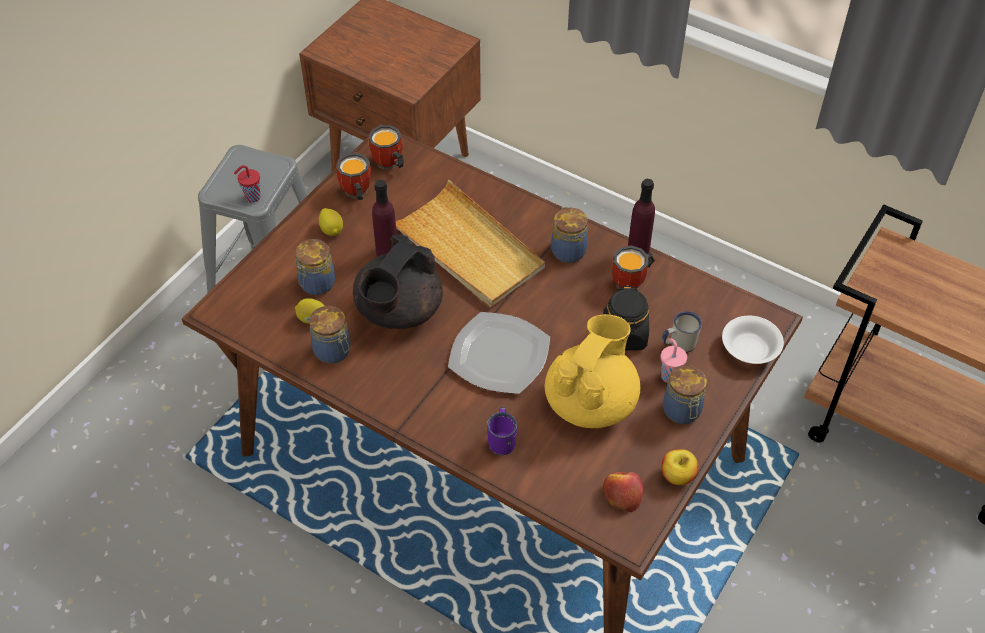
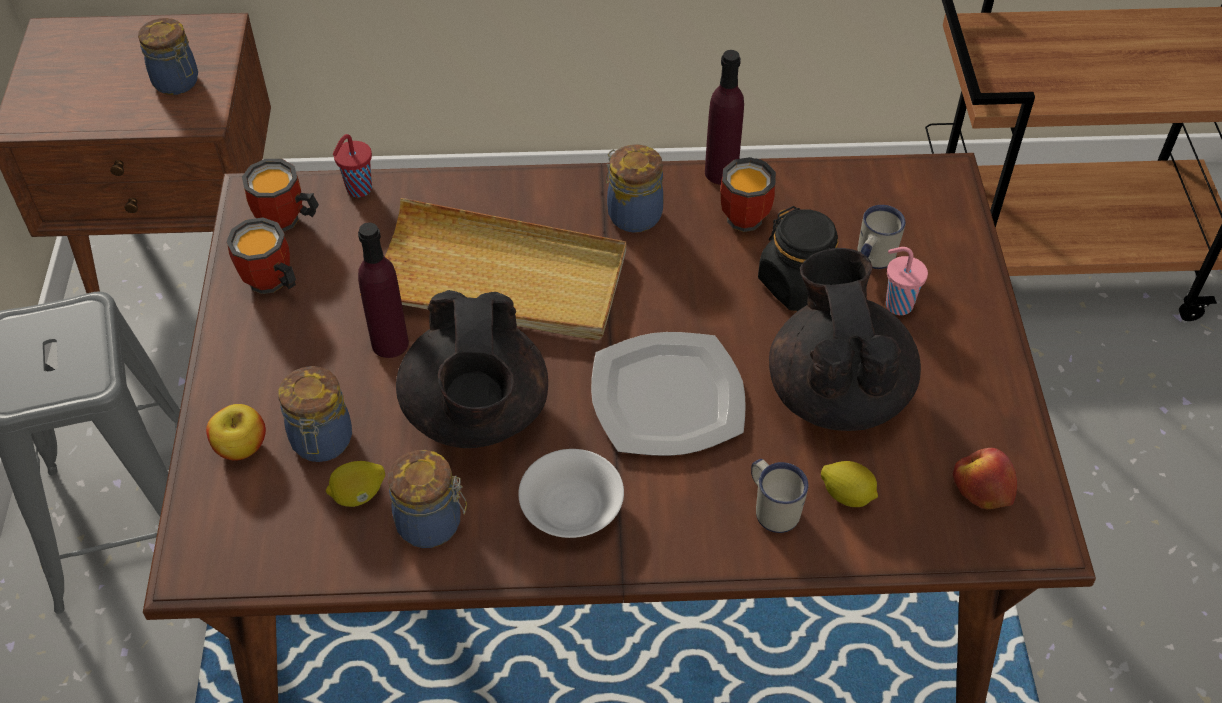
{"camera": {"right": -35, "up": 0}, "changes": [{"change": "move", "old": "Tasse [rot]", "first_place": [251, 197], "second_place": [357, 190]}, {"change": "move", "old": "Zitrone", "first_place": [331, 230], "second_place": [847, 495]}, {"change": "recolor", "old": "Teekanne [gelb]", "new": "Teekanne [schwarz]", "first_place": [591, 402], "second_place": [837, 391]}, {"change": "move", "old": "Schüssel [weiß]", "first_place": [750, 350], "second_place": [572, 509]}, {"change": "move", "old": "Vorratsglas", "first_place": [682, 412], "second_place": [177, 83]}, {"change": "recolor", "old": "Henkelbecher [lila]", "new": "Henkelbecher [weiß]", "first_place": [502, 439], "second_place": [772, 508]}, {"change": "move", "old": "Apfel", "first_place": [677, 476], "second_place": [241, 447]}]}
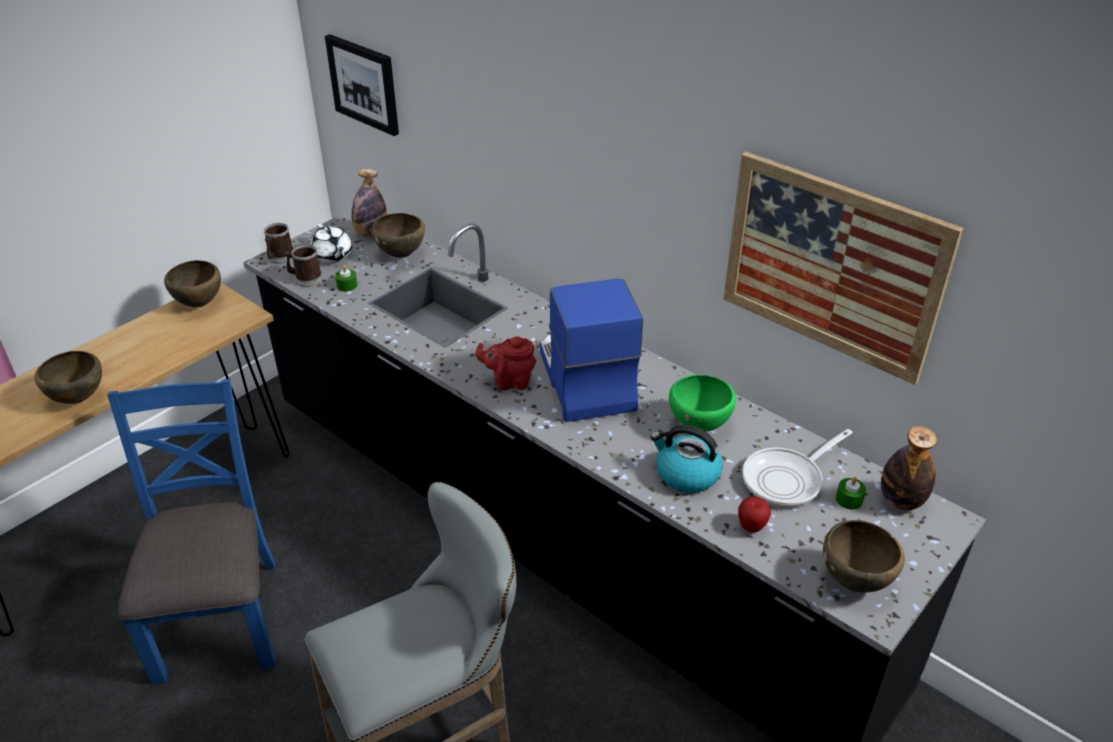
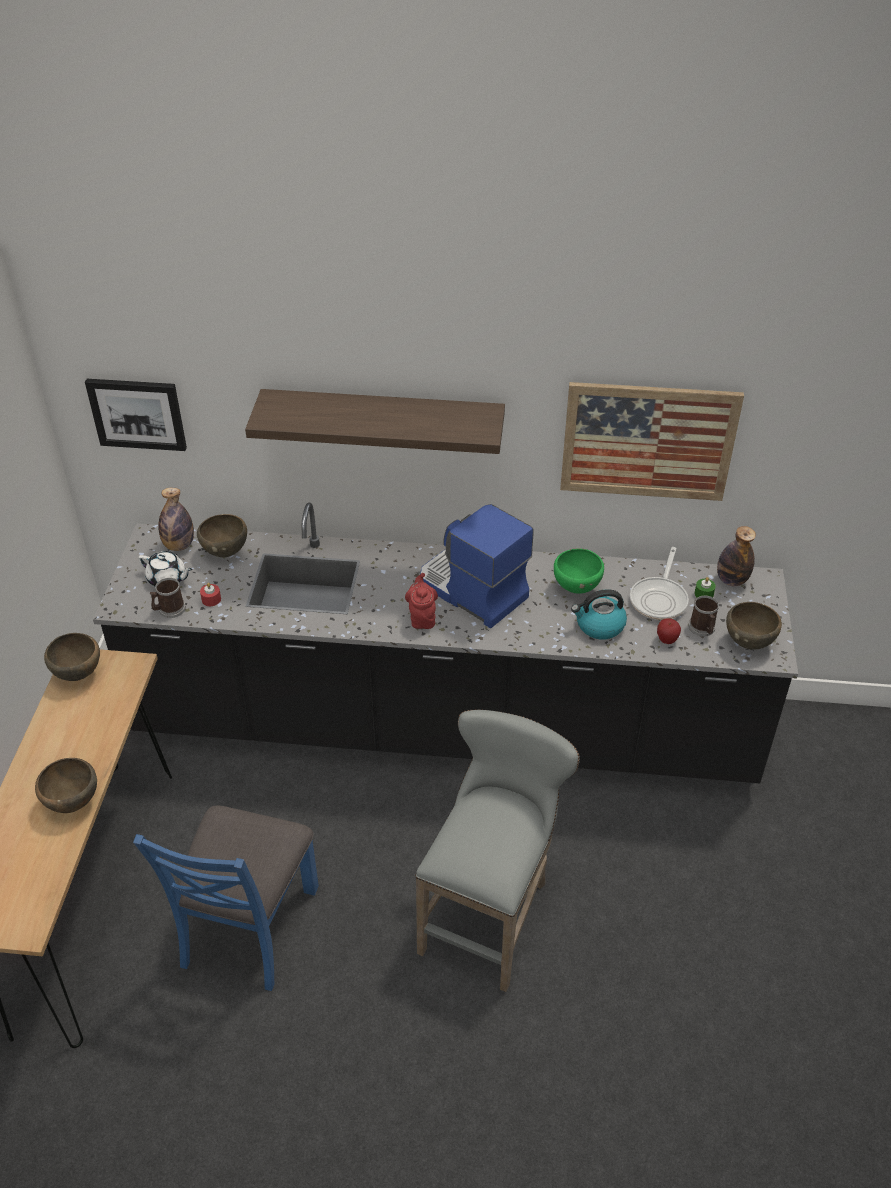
{"camera": {"right": -35, "up": 5}, "changes": [{"change": "move", "old": "Henkelbecher", "first_place": [280, 258], "second_place": [703, 629]}, {"change": "recolor", "old": "Kerze [grün]", "new": "Kerze [rot]", "first_place": [347, 285], "second_place": [211, 599]}, {"change": "rotate", "old": "Teekanne [rot]", "first_place": [509, 381], "second_place": [422, 617], "degrees": 120}, {"change": "rotate", "old": "Stuhl [blau]", "first_place": [219, 617], "second_place": [248, 926], "degrees": -120}, {"change": "insert", "new": "Wandregal", "second_place": [382, 419]}]}
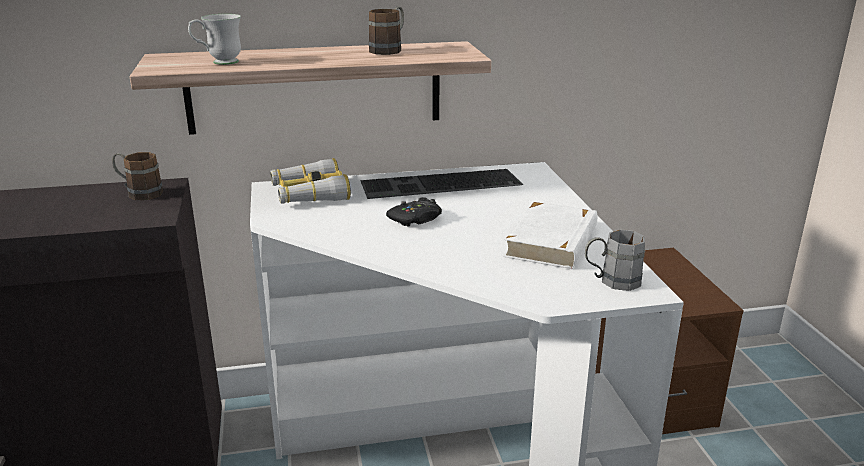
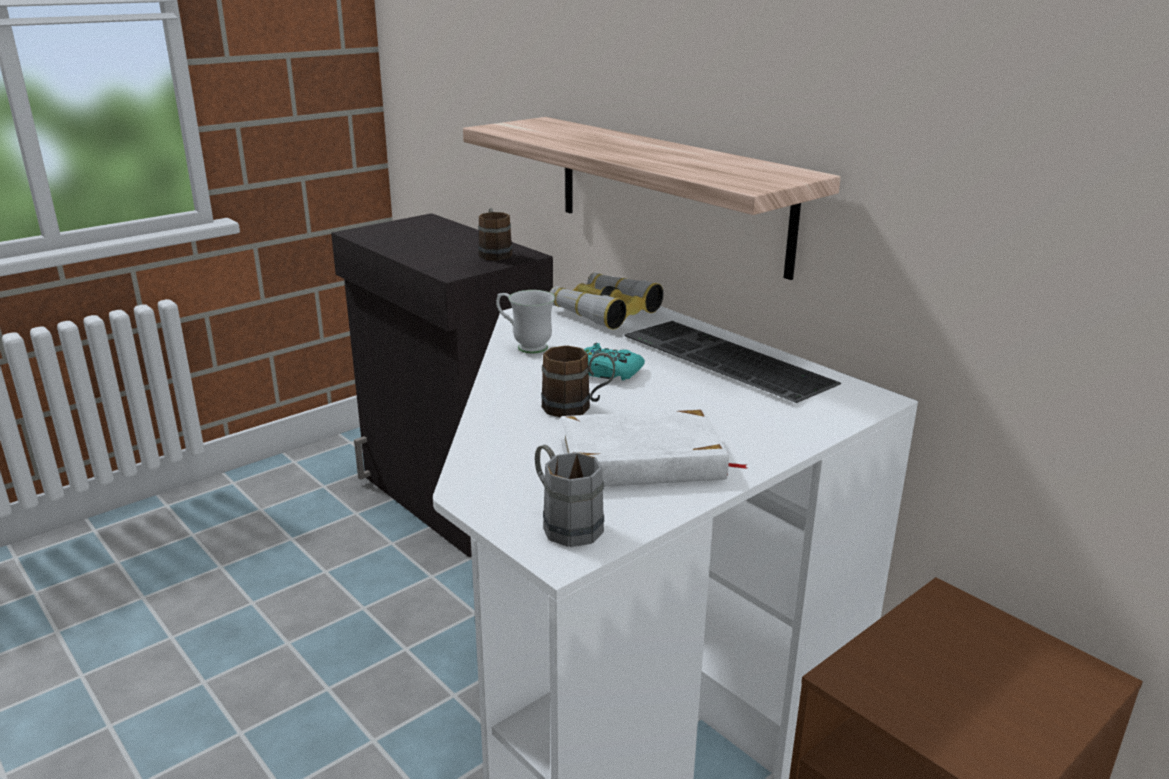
{"camera": {"right": 60, "up": 0}, "changes": [{"change": "move", "old": "Henkelbecher [braun]", "first_place": [389, 50], "second_place": [577, 407]}, {"change": "move", "old": "Henkelbecher [weiß]", "first_place": [219, 63], "second_place": [525, 346]}, {"change": "recolor", "old": "Gamepad [schwarz]", "new": "Gamepad [türkis]", "first_place": [416, 219], "second_place": [607, 372]}]}
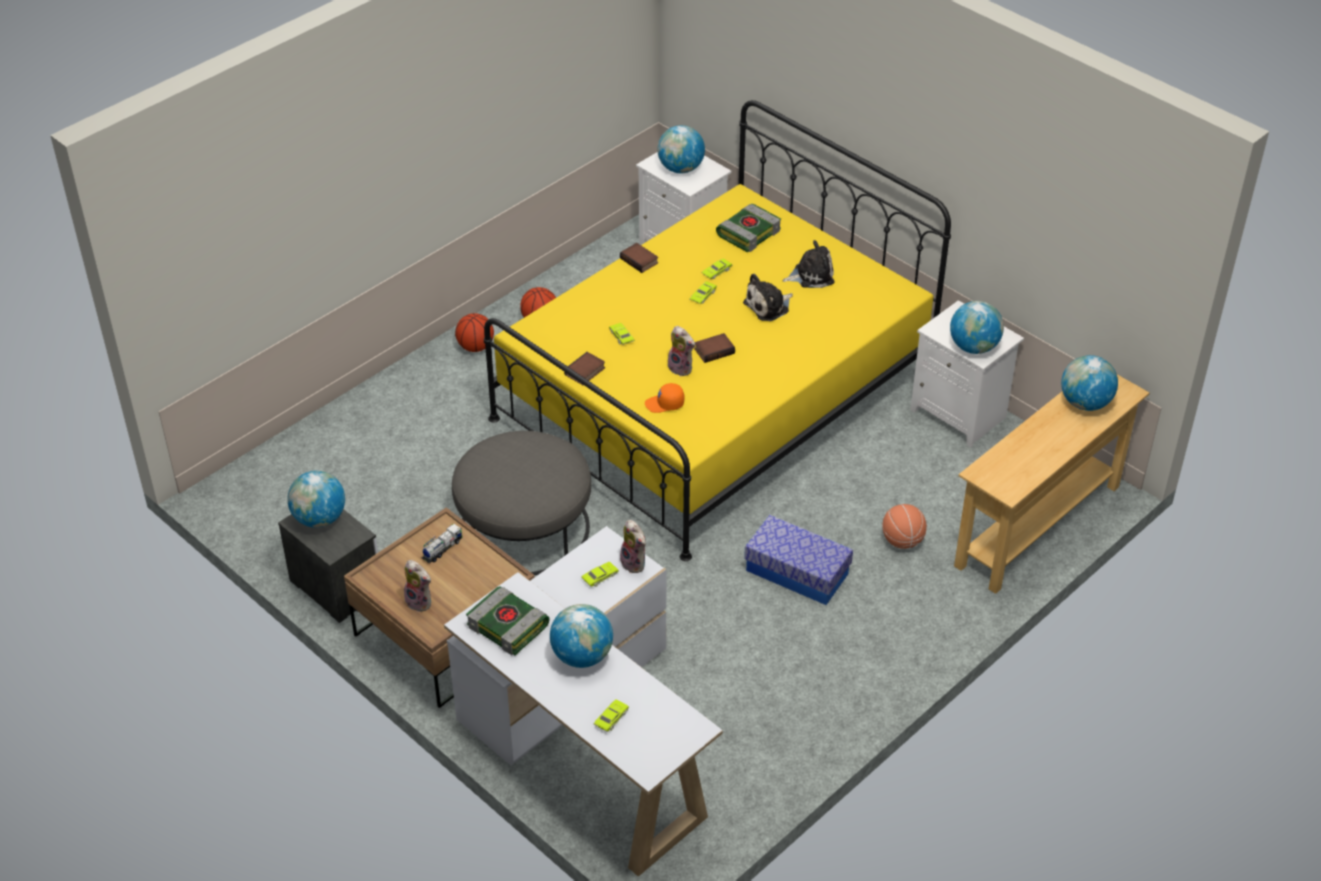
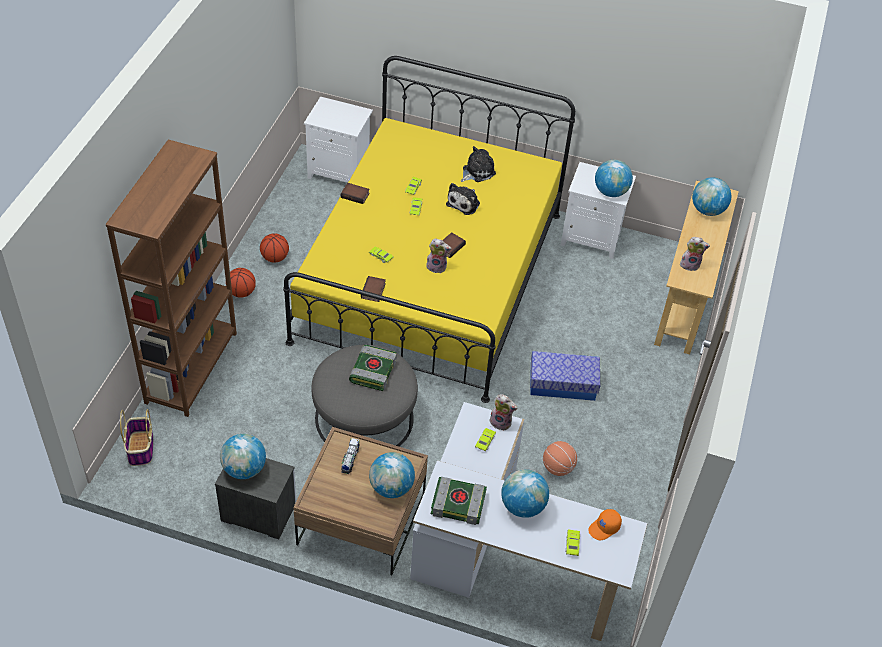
{"camera": {"right": -30, "up": 5}, "changes": [{"change": "move", "old": "Globus", "first_place": [680, 168], "second_place": [391, 488]}, {"change": "move", "old": "Buch", "first_place": [748, 232], "second_place": [372, 371]}, {"change": "move", "old": "Kappe [orange]", "first_place": [665, 404], "second_place": [604, 528]}, {"change": "move", "old": "Basketball", "first_place": [902, 541], "second_place": [558, 468]}, {"change": "move", "old": "Plüschtier", "first_place": [420, 601], "second_place": [690, 264]}, {"change": "insert", "new": "Bücherregal [braun]", "second_place": [191, 367]}, {"change": "insert", "new": "Korb", "second_place": [141, 449]}]}
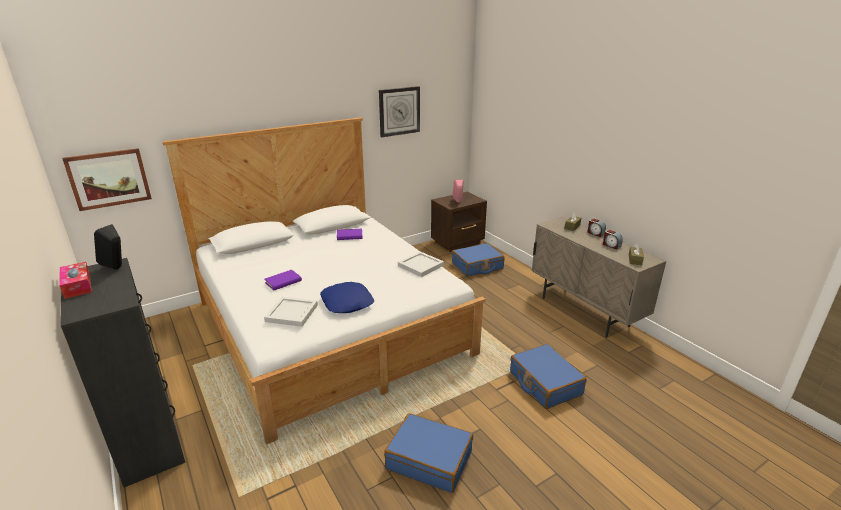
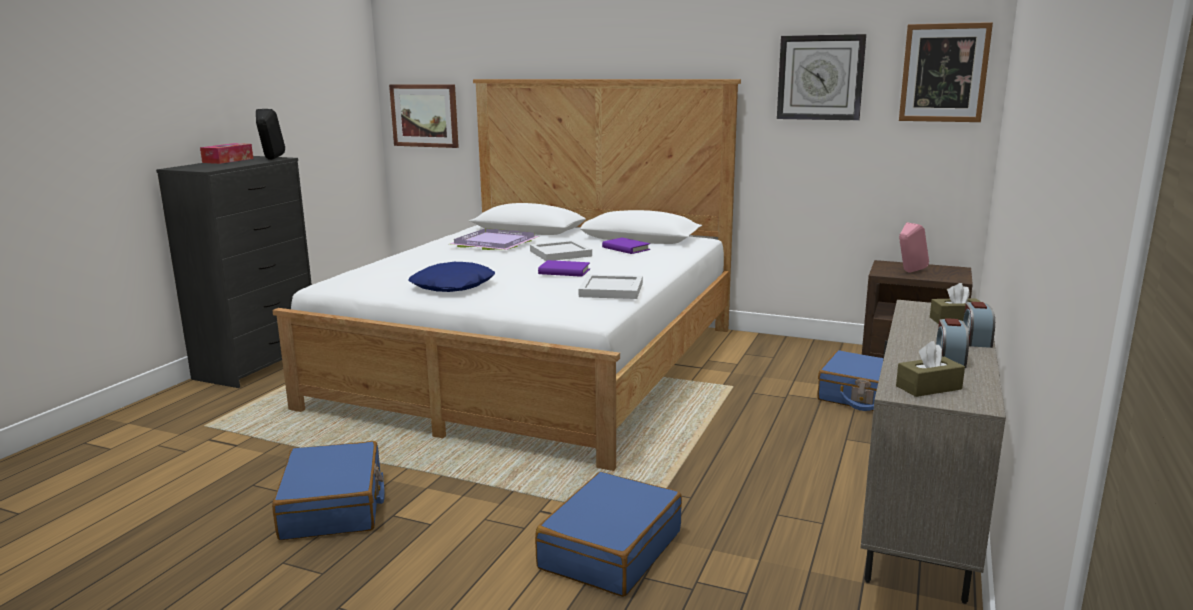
{"camera": {"right": 55, "up": -10}, "changes": [{"change": "move", "old": "Buch [lila]", "first_place": [283, 282], "second_place": [564, 272]}, {"change": "move", "old": "Tablett [weiß]", "first_place": [291, 313], "second_place": [561, 253]}, {"change": "insert", "new": "Bild", "second_place": [944, 73]}, {"change": "insert", "new": "Tablett [lila]", "second_place": [493, 243]}]}
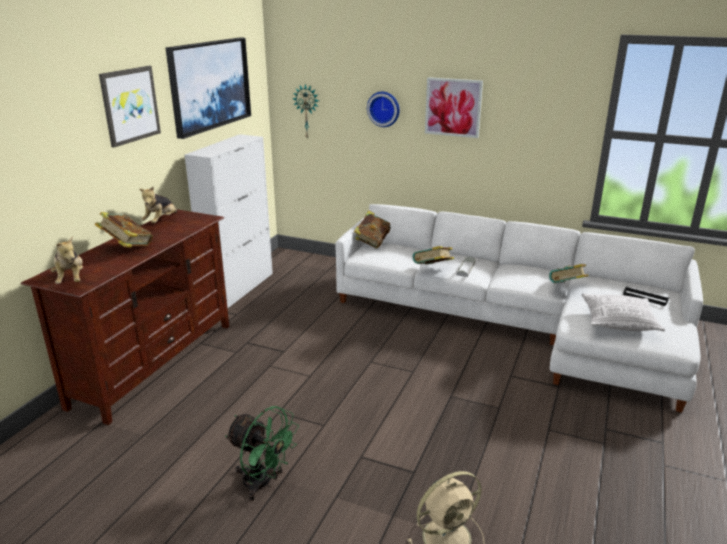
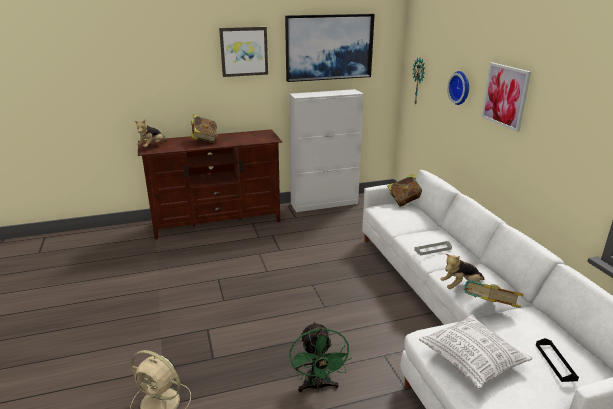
{"camera": {"right": 50, "up": 0}, "changes": [{"change": "move", "old": "Plüschtier", "first_place": [161, 221], "second_place": [460, 286]}, {"change": "delete", "old": "Buch", "first_place": [432, 270]}, {"change": "move", "old": "Ventilator [grün]", "first_place": [263, 483], "second_place": [317, 386]}]}
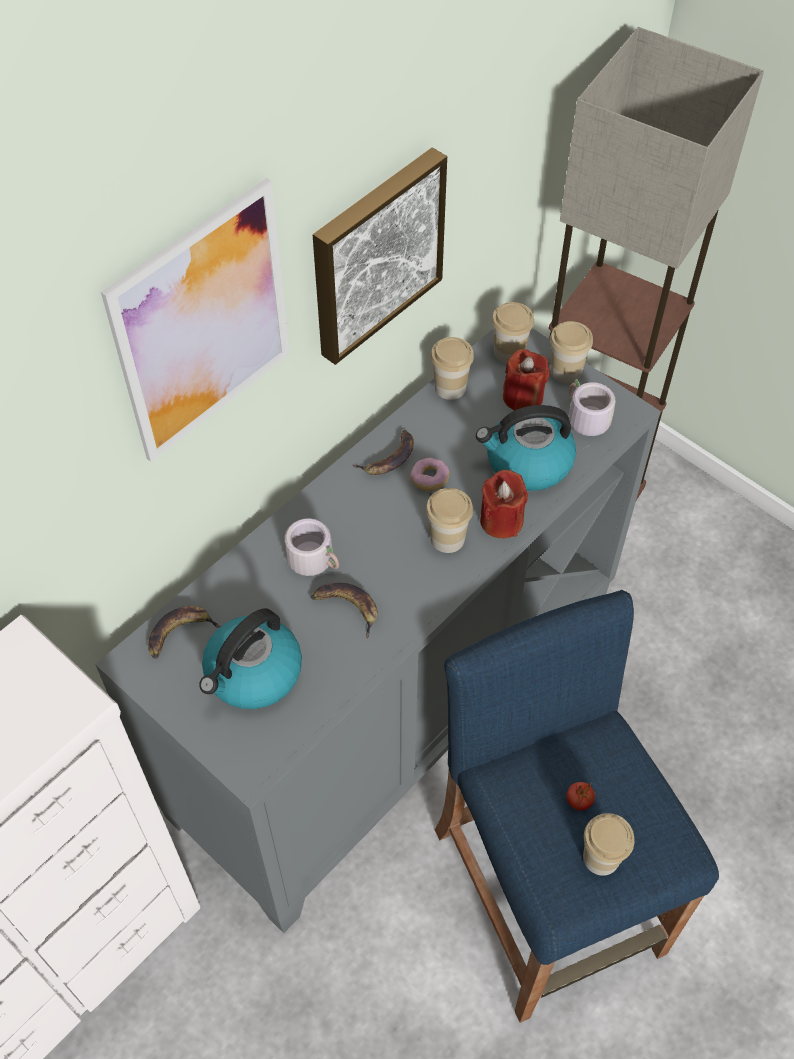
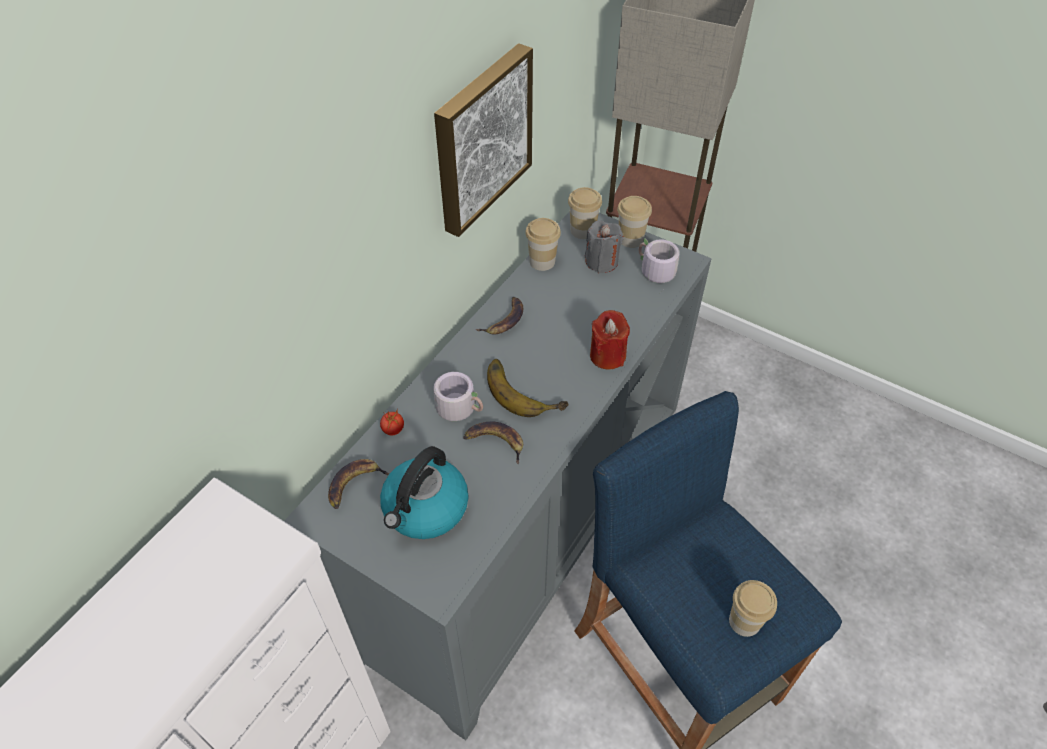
{"camera": {"right": -10, "up": -5}, "changes": [{"change": "delete", "old": "Bild", "first_place": [203, 324]}, {"change": "recolor", "old": "Kerze [rot]", "new": "Kerze [grau]", "first_place": [523, 397], "second_place": [601, 261]}, {"change": "delete", "old": "Wasserkessel", "first_place": [527, 463]}, {"change": "delete", "old": "Donut", "first_place": [429, 479]}, {"change": "delete", "old": "Tasse", "first_place": [447, 538]}, {"change": "move", "old": "Tomate", "first_place": [579, 801], "second_place": [393, 430]}, {"change": "insert", "new": "Banane", "second_place": [524, 389]}]}
